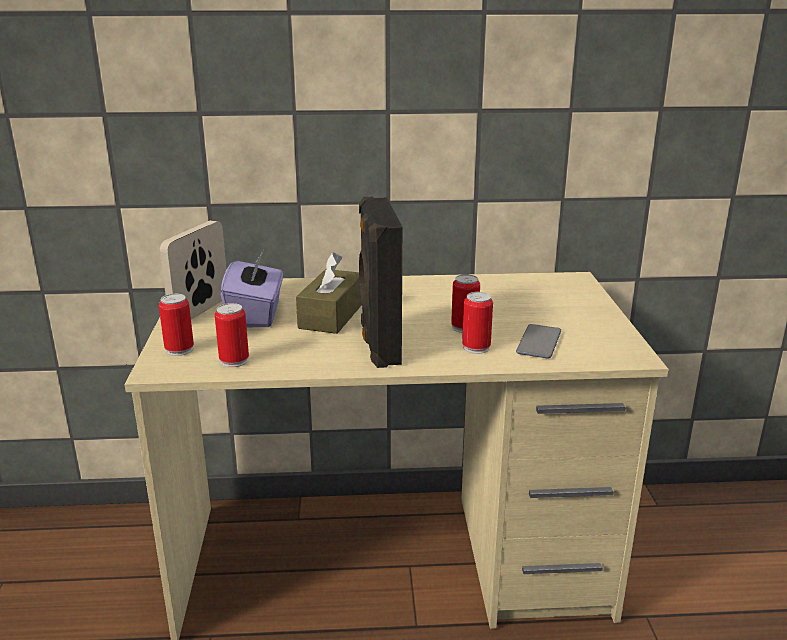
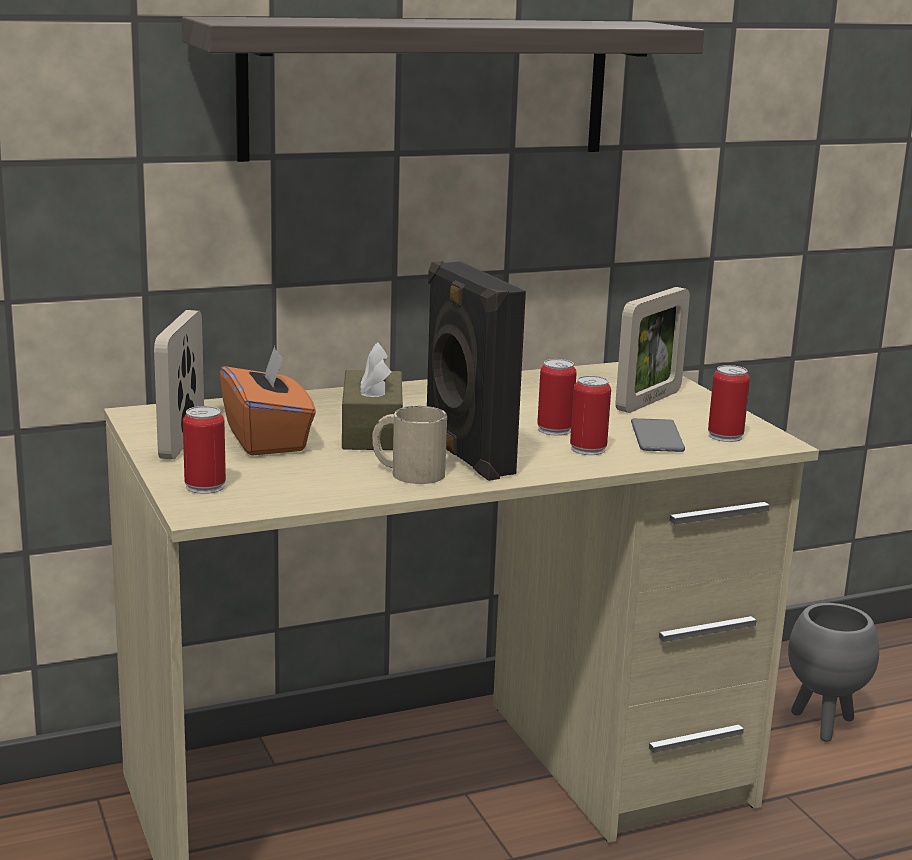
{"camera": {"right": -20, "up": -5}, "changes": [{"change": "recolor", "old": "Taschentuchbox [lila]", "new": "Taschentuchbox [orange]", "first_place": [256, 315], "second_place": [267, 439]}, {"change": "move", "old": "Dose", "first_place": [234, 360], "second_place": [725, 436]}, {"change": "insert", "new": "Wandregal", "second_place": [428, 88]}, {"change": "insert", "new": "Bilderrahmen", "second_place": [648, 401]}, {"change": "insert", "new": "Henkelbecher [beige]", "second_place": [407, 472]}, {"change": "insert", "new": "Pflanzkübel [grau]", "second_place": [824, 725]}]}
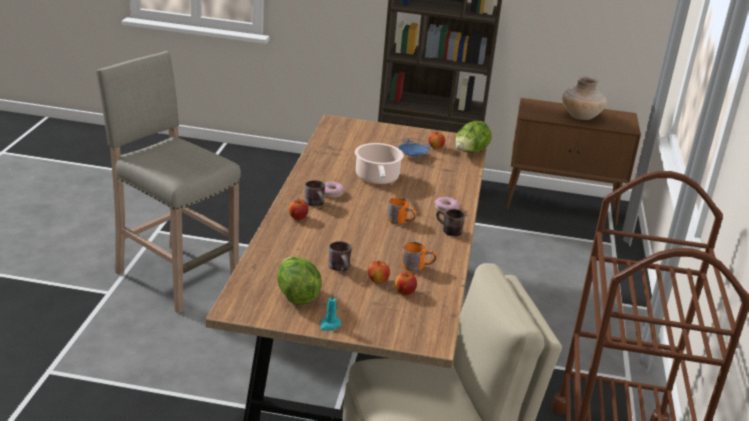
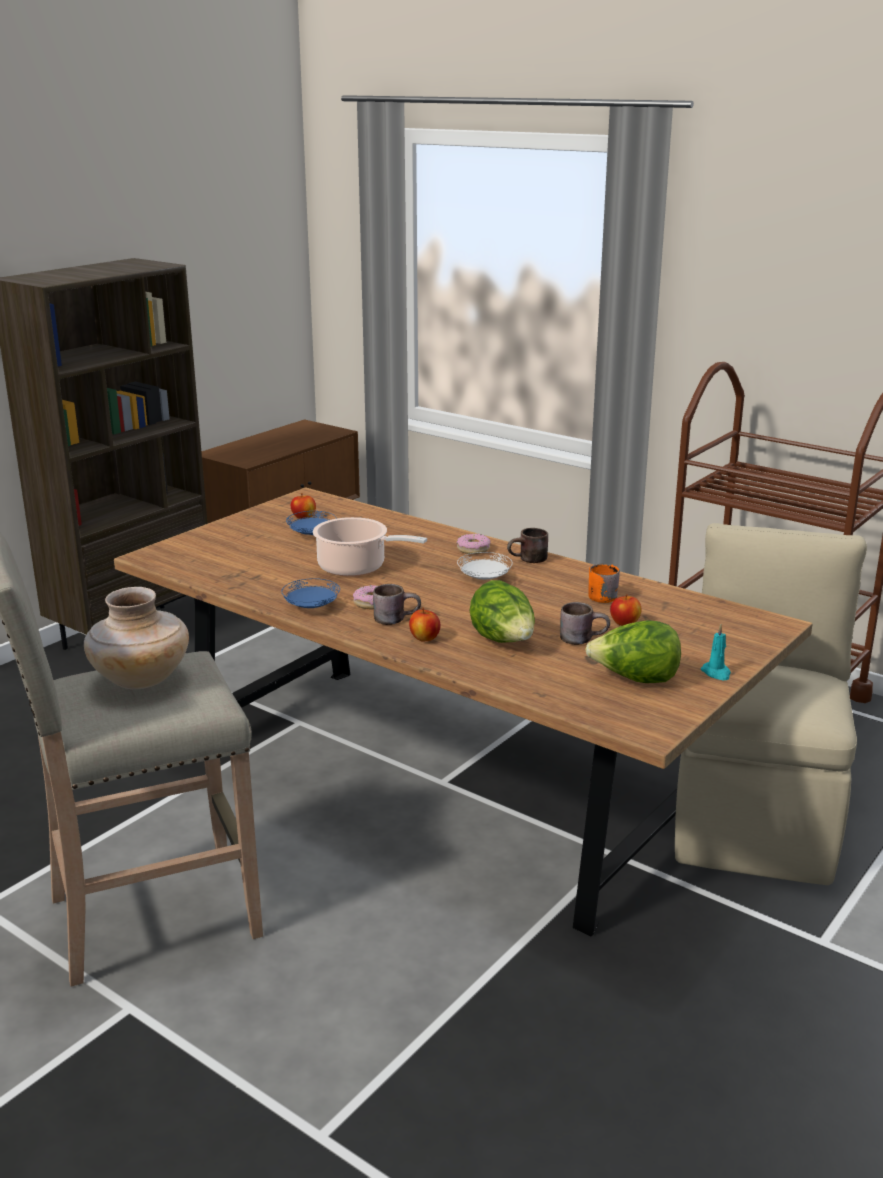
{"camera": {"right": -60, "up": -5}, "changes": [{"change": "move", "old": "Vase [beige]", "first_place": [581, 117], "second_place": [141, 680]}, {"change": "move", "old": "Salatkopf", "first_place": [470, 153], "second_place": [503, 641]}, {"change": "replace", "old": "Henkelbecher [orange]", "new": "Teller [weiß]", "first_place": [401, 221], "second_place": [484, 579]}, {"change": "delete", "old": "Apfel", "first_place": [404, 292]}, {"change": "insert", "new": "Teller [blau]", "second_place": [311, 607]}]}
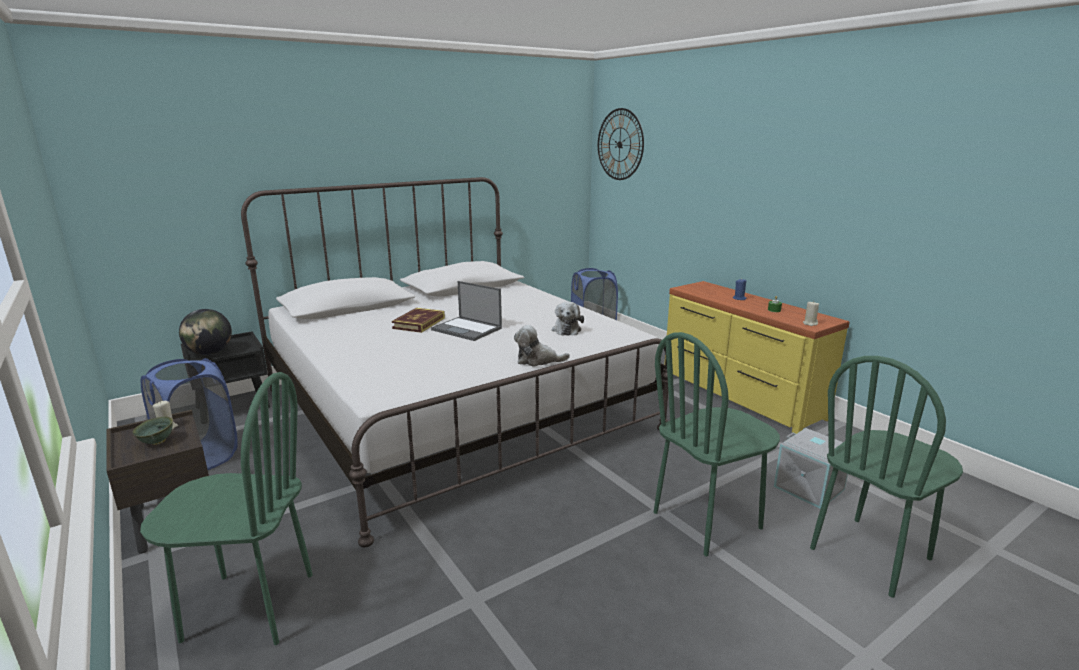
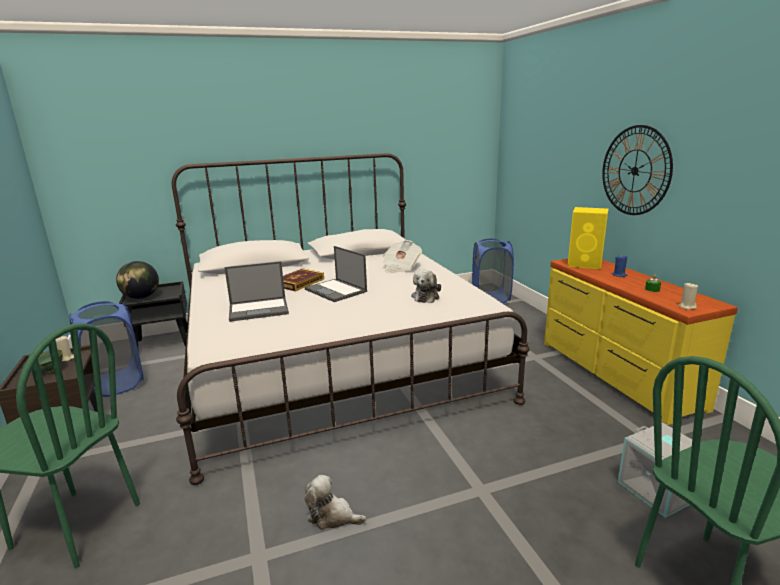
{"camera": {"right": 15, "up": 0}, "changes": [{"change": "move", "old": "Wanduhr", "first_place": [620, 144], "second_place": [635, 171]}, {"change": "move", "old": "Plüschtier", "first_place": [537, 360], "second_place": [332, 516]}, {"change": "delete", "old": "Stuhl [grün]", "first_place": [707, 520]}, {"change": "insert", "new": "Lautsprecher [gelb]", "second_place": [585, 264]}, {"change": "insert", "new": "Zeitung", "second_place": [401, 267]}, {"change": "insert", "new": "Laptop", "second_place": [259, 309]}]}
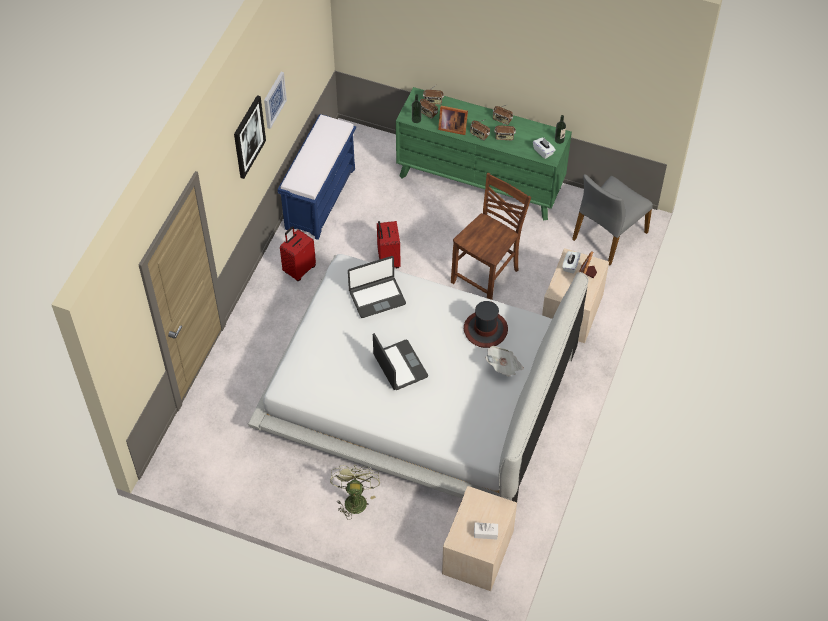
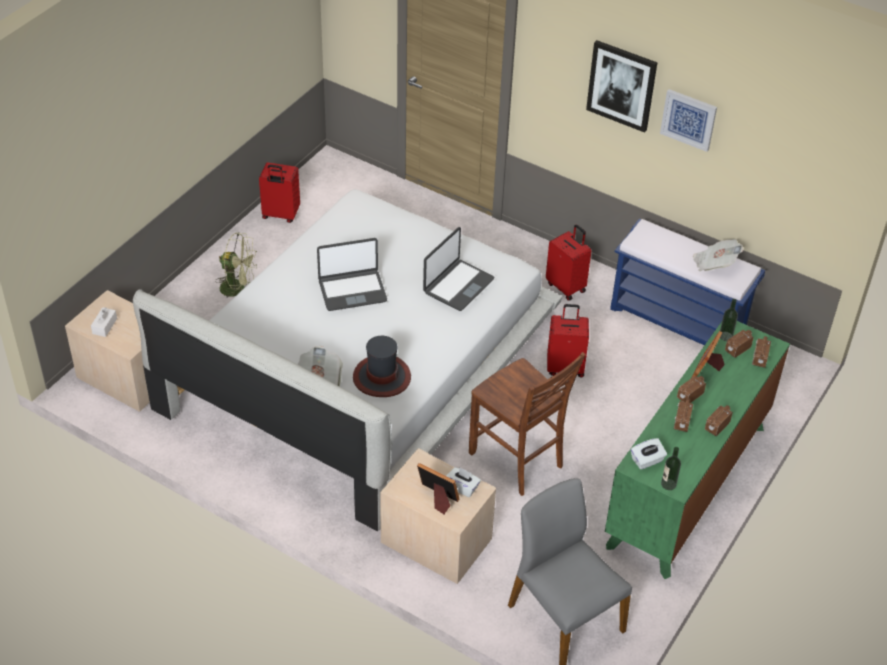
{"camera": {"right": 100, "up": -10}, "changes": [{"change": "rotate", "old": "Laptop", "first_place": [377, 297], "second_place": [458, 285], "degrees": -135}, {"change": "insert", "new": "Koffer [rot]", "second_place": [280, 215]}, {"change": "insert", "new": "Zeitung", "second_place": [714, 264]}]}
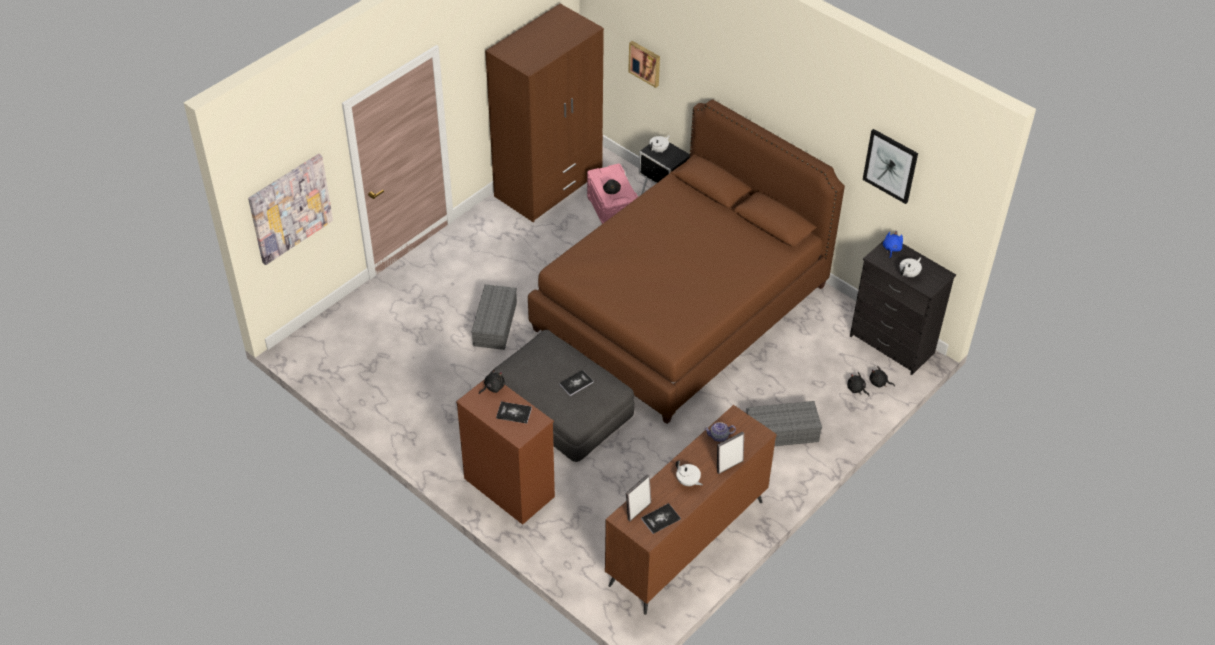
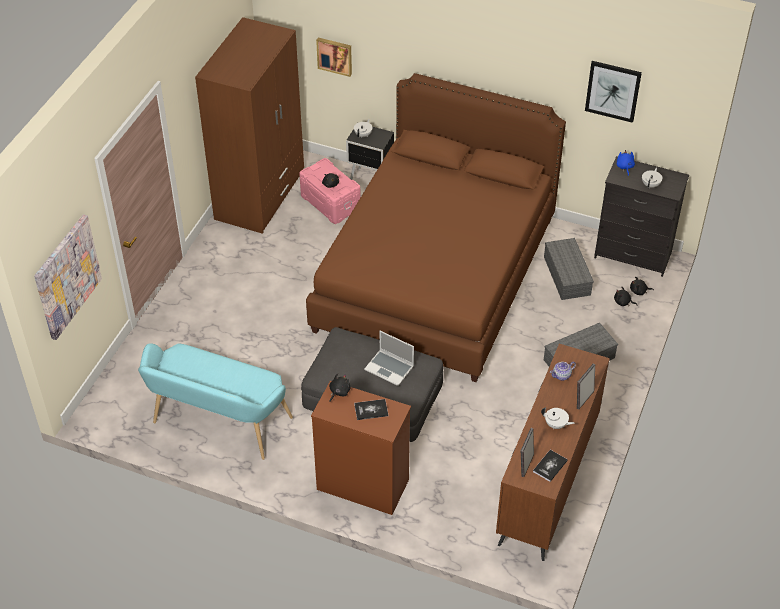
{"camera": {"right": -20, "up": 0}, "changes": [{"change": "move", "old": "Aufbewahrungsbox [grau]", "first_place": [494, 323], "second_place": [566, 275]}, {"change": "replace", "old": "Buch", "new": "Laptop", "first_place": [576, 383], "second_place": [390, 368]}, {"change": "insert", "new": "Bank [türkis]", "second_place": [217, 424]}]}
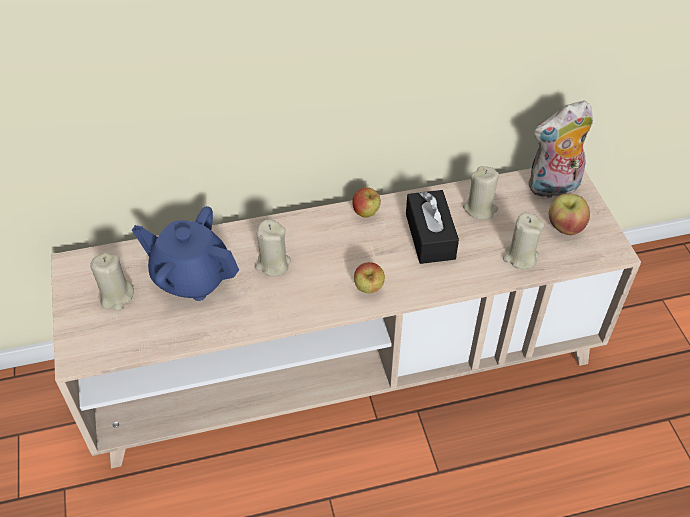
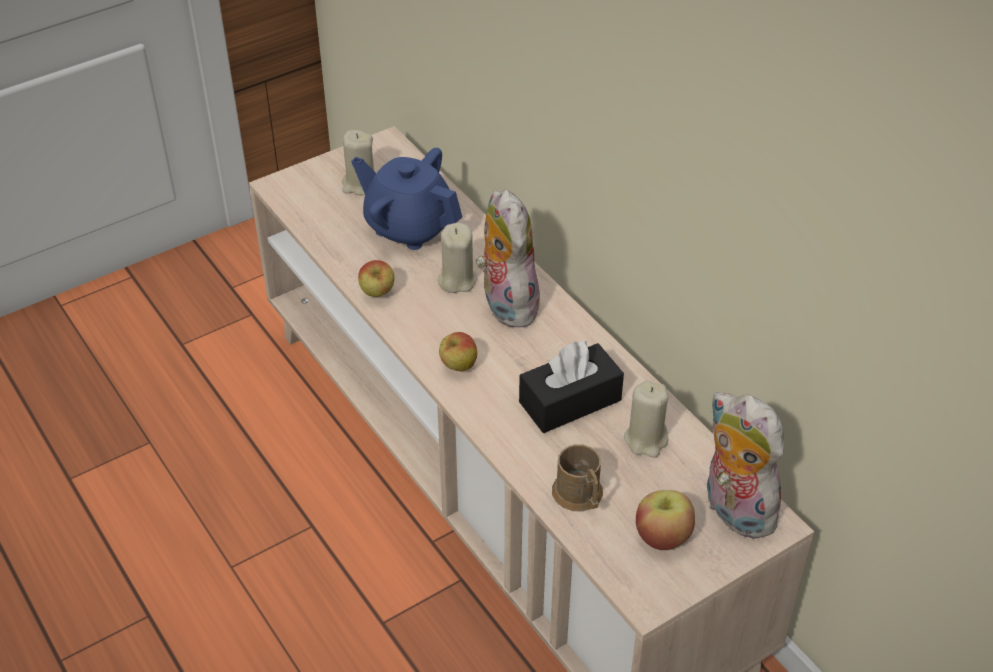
{"camera": {"right": 70, "up": -5}, "changes": [{"change": "move", "old": "Apfel", "first_place": [366, 213], "second_place": [377, 294]}, {"change": "rotate", "old": "Teekanne [blau]", "first_place": [191, 277], "second_place": [409, 227], "degrees": -60}, {"change": "replace", "old": "Kerze [beige]", "new": "Henkelbecher [braun]", "first_place": [520, 257], "second_place": [580, 497]}, {"change": "insert", "new": "Plüschtier", "second_place": [505, 303]}]}
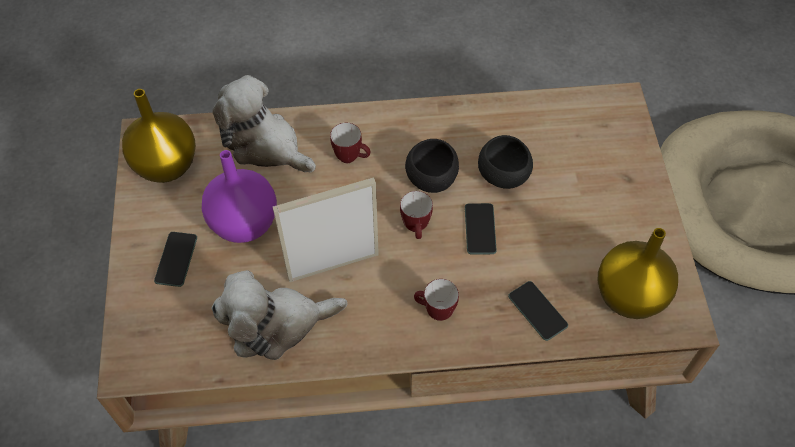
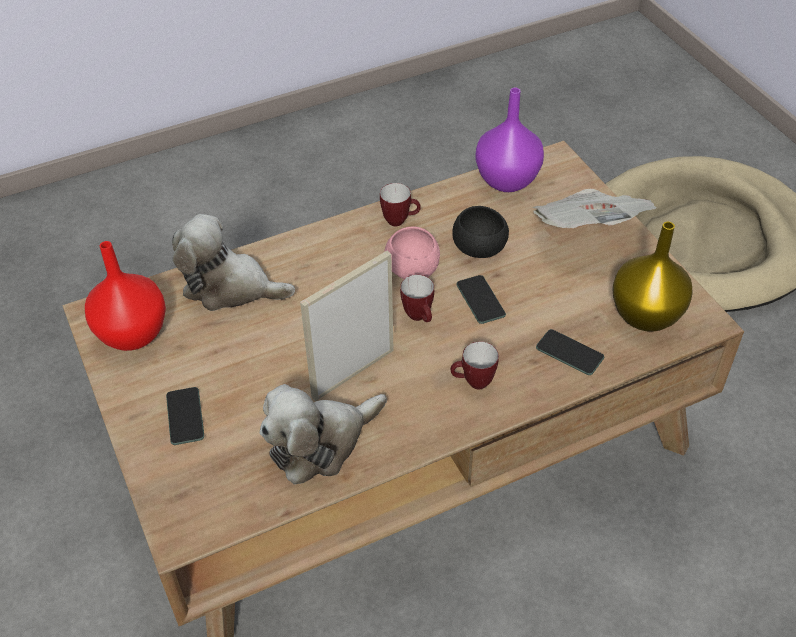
{"camera": {"right": -20, "up": -10}, "changes": [{"change": "recolor", "old": "Vase [gelb]", "new": "Vase [rot]", "first_place": [166, 164], "second_place": [132, 333]}, {"change": "move", "old": "Henkelbecher", "first_place": [352, 158], "second_place": [400, 221]}, {"change": "recolor", "old": "Schüssel [schwarz]", "new": "Schüssel [rosa]", "first_place": [431, 179], "second_place": [412, 271]}, {"change": "move", "old": "Vase [lila]", "first_place": [245, 222], "second_place": [507, 179]}, {"change": "insert", "new": "Zeitung", "second_place": [588, 231]}]}
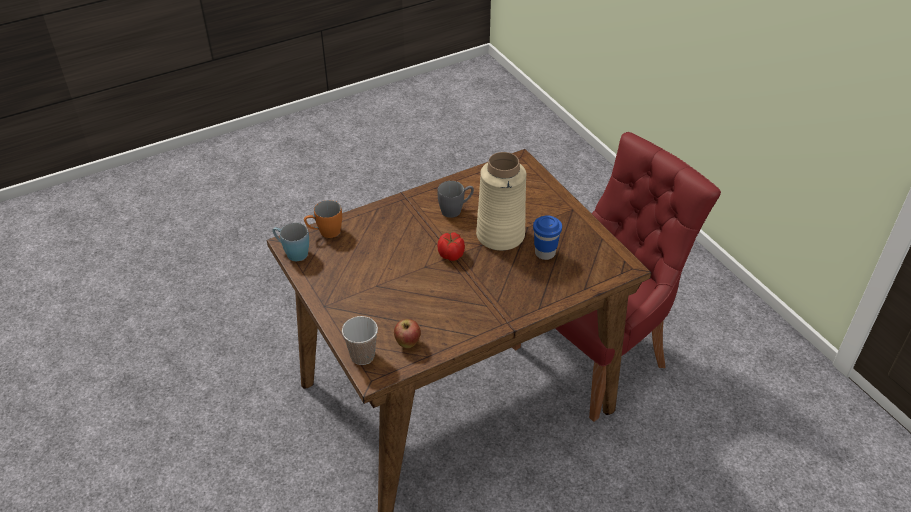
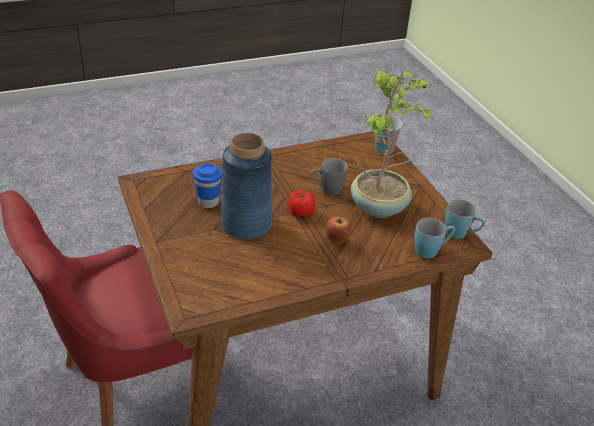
{"camera": {"right": -175, "up": -5}, "changes": [{"change": "recolor", "old": "Vase [beige]", "new": "Vase [blau]", "first_place": [500, 235], "second_place": [246, 224]}, {"change": "move", "old": "Henkelbecher [grau]", "first_place": [455, 209], "second_place": [326, 189]}, {"change": "recolor", "old": "Henkelbecher [orange]", "new": "Henkelbecher [blau]", "first_place": [325, 232], "second_place": [431, 250]}, {"change": "move", "old": "Apfel", "first_place": [407, 343], "second_place": [336, 241]}, {"change": "insert", "new": "Topfpflanze", "second_place": [380, 207]}]}
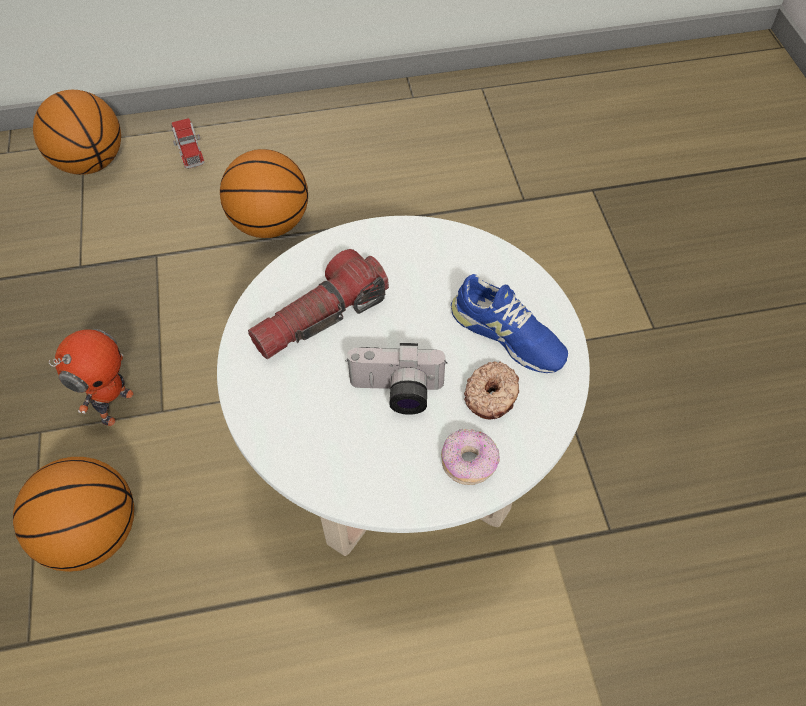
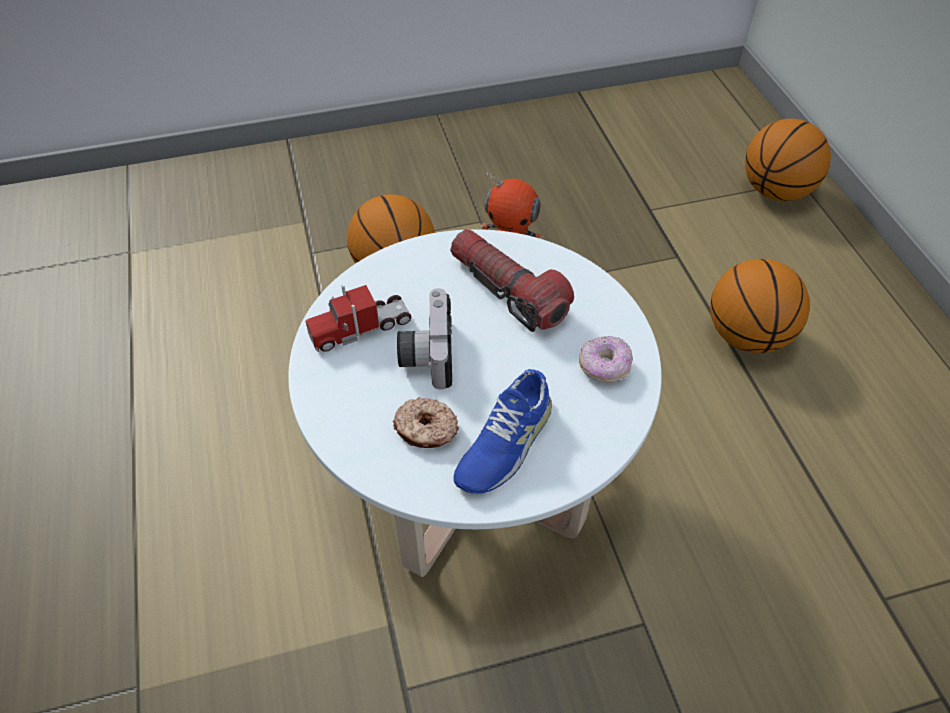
{"camera": {"right": 85, "up": -5}, "changes": [{"change": "move", "old": "Spielzeuglaster", "first_place": [188, 147], "second_place": [360, 328]}, {"change": "move", "old": "Donut", "first_place": [469, 462], "second_place": [604, 367]}]}
